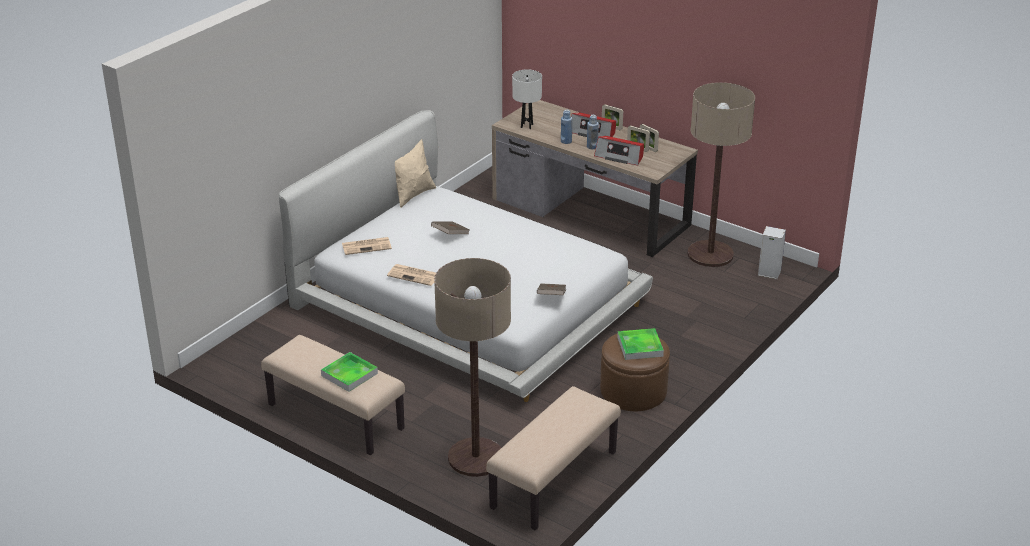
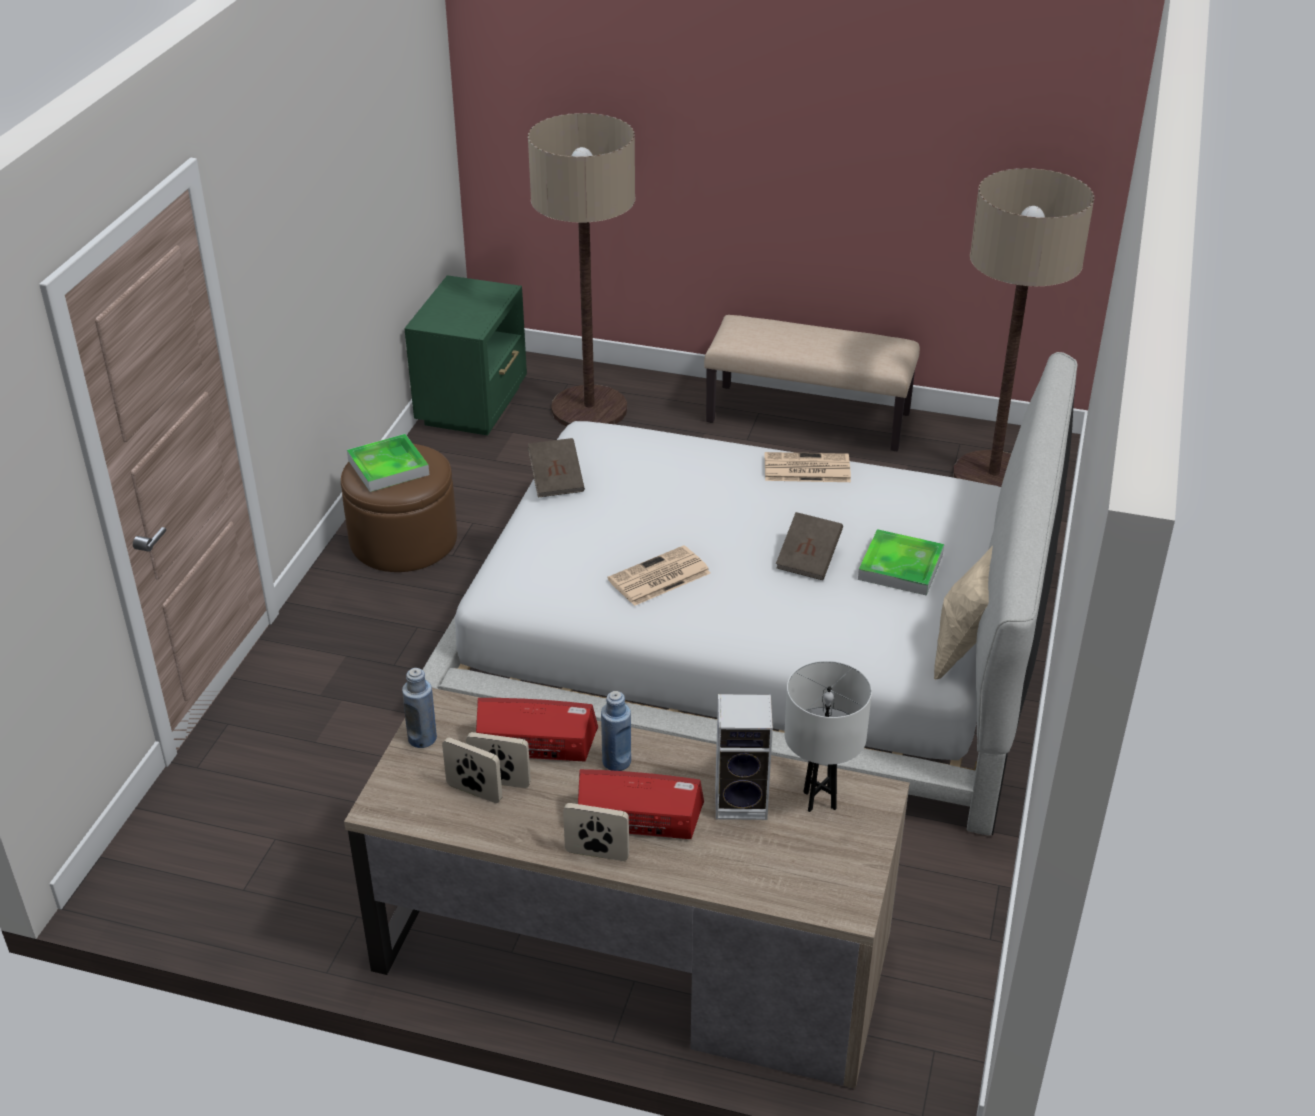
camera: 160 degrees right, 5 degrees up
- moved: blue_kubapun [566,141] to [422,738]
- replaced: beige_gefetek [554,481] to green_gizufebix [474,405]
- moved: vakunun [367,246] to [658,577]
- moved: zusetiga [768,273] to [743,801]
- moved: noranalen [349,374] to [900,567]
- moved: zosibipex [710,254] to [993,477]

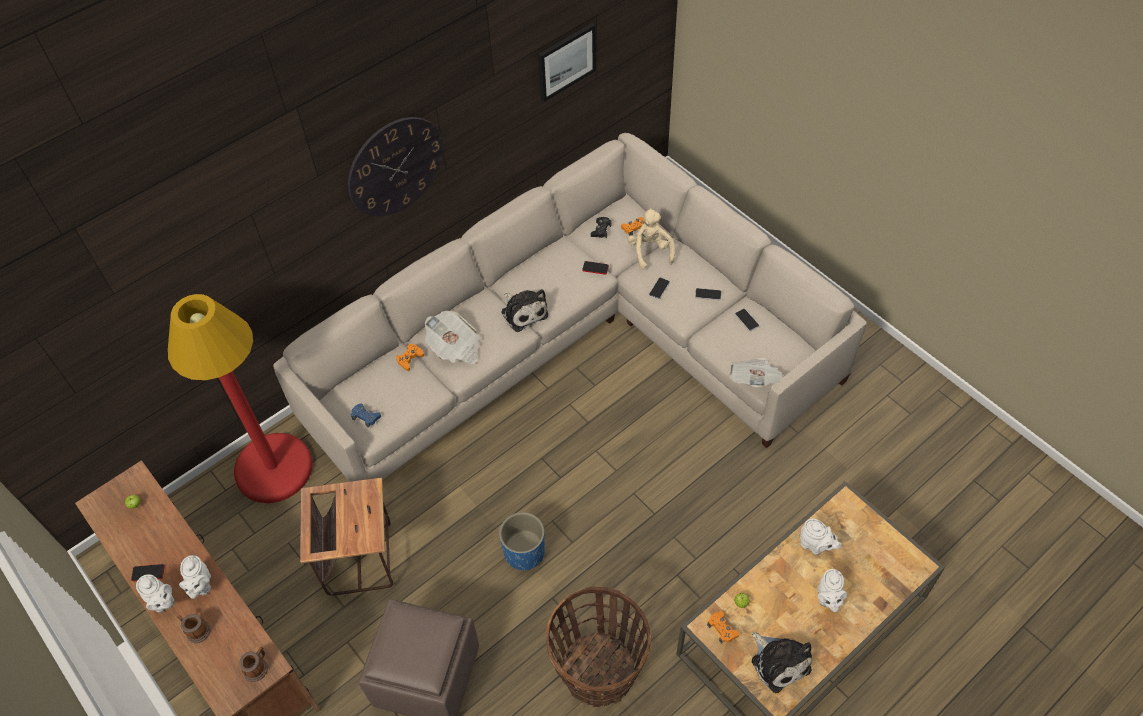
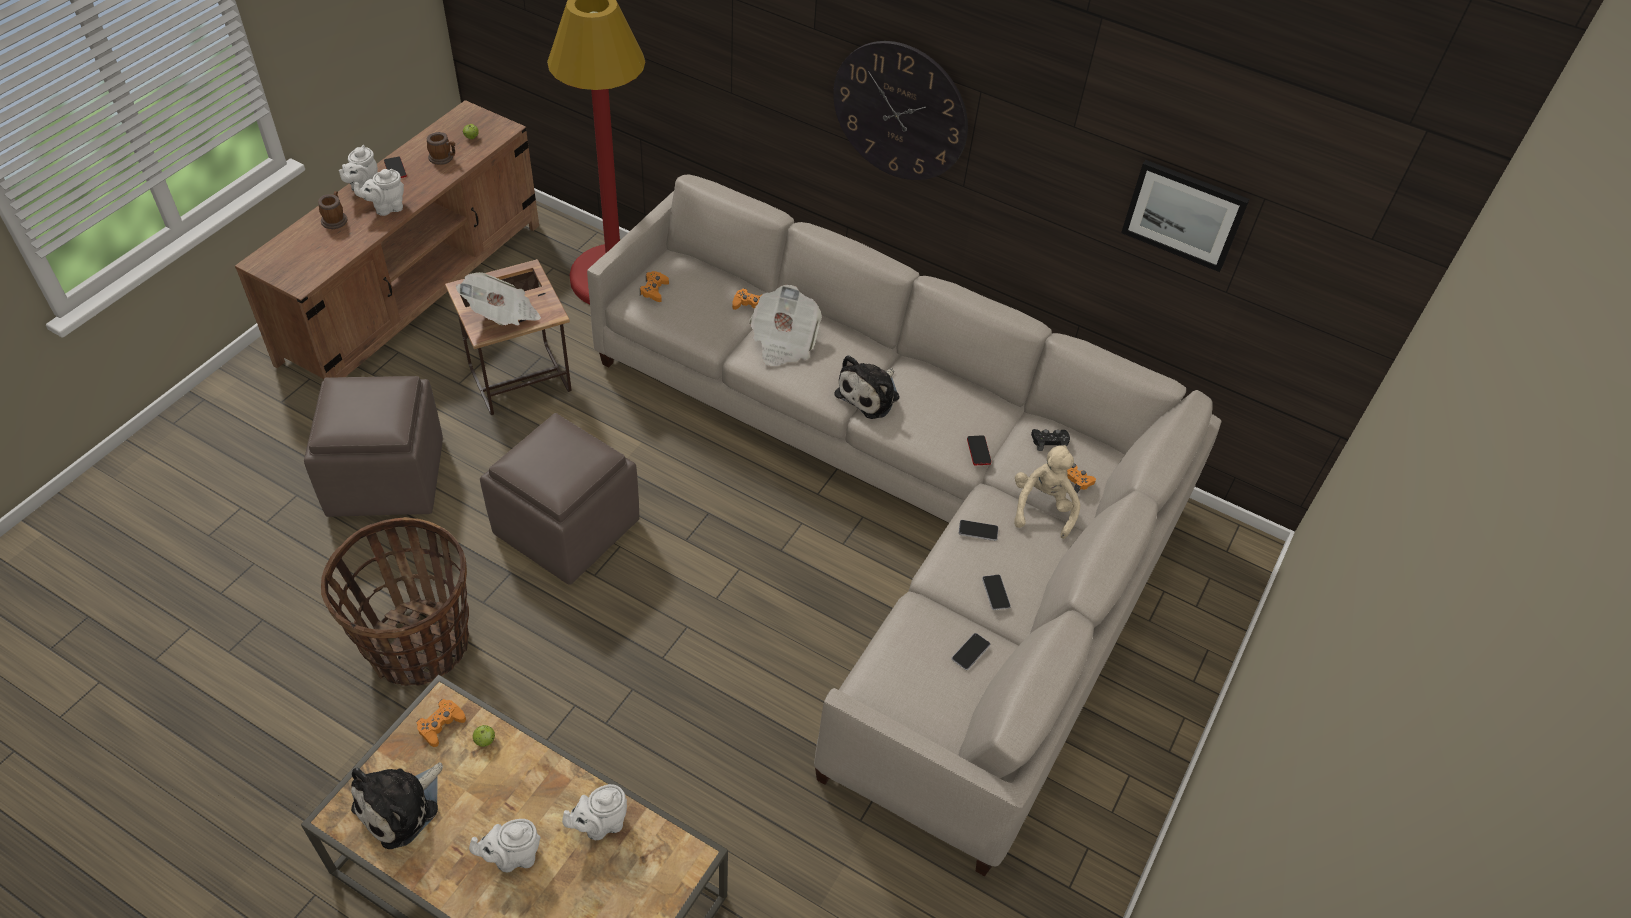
camera: 65 degrees right, 5 degrees down
- moved: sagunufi [257,667] to [443,158]
- moved: vakunun [754,380] to [502,315]
- replaced: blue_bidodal [524,552] to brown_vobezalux [567,529]
- turned: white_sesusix [815,545] = [600,824] 45 degrees clockwise
- recoloured: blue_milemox [366,417] to orange_milemox [654,290]
- turned: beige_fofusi [650,251] = [1042,507] 45 degrees counterclockwise

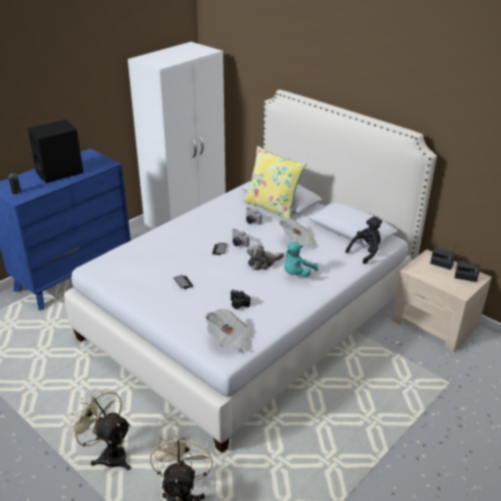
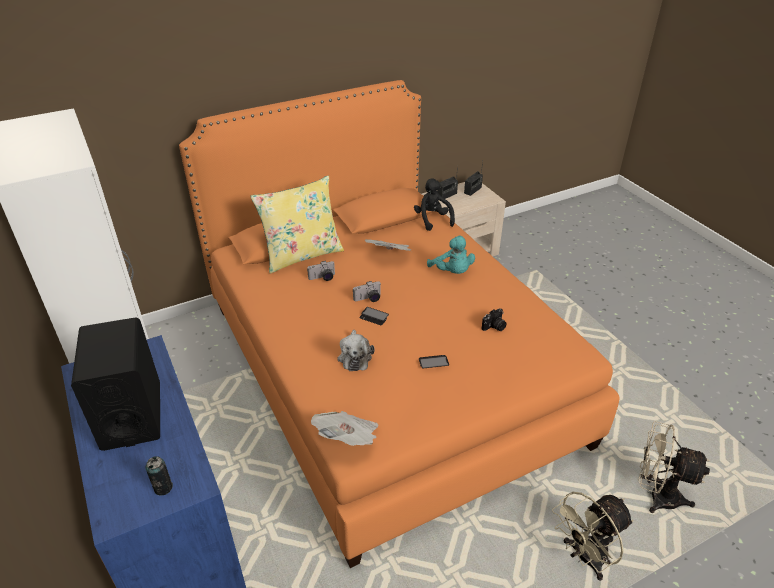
camera: 70 degrees left, 5 degrees up
- recoloured: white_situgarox [249,316] to orange_situgarox [386,371]
- moved: vakunun [230,341] to [348,439]
- moved: fofusi [262,263] to [355,356]

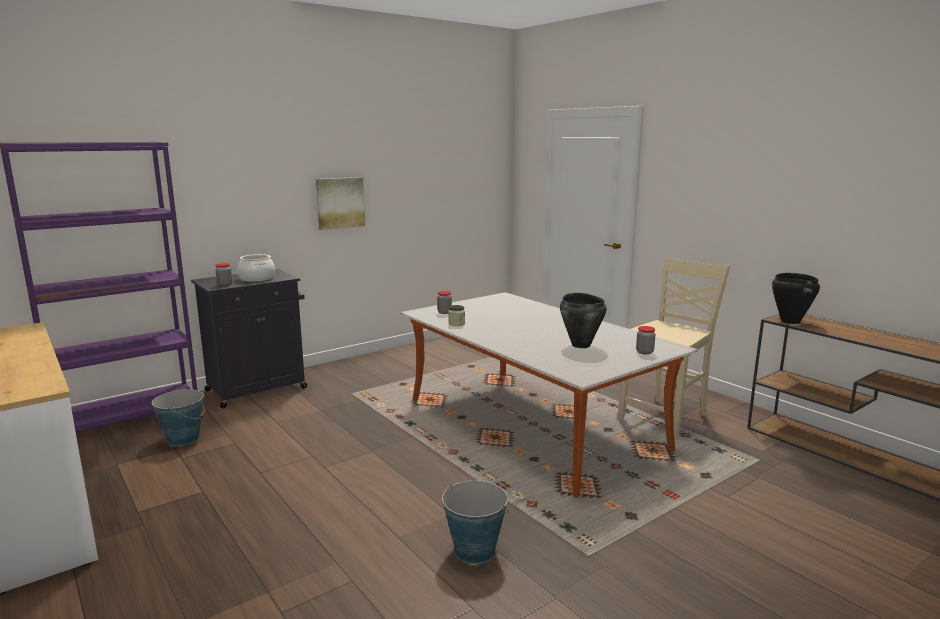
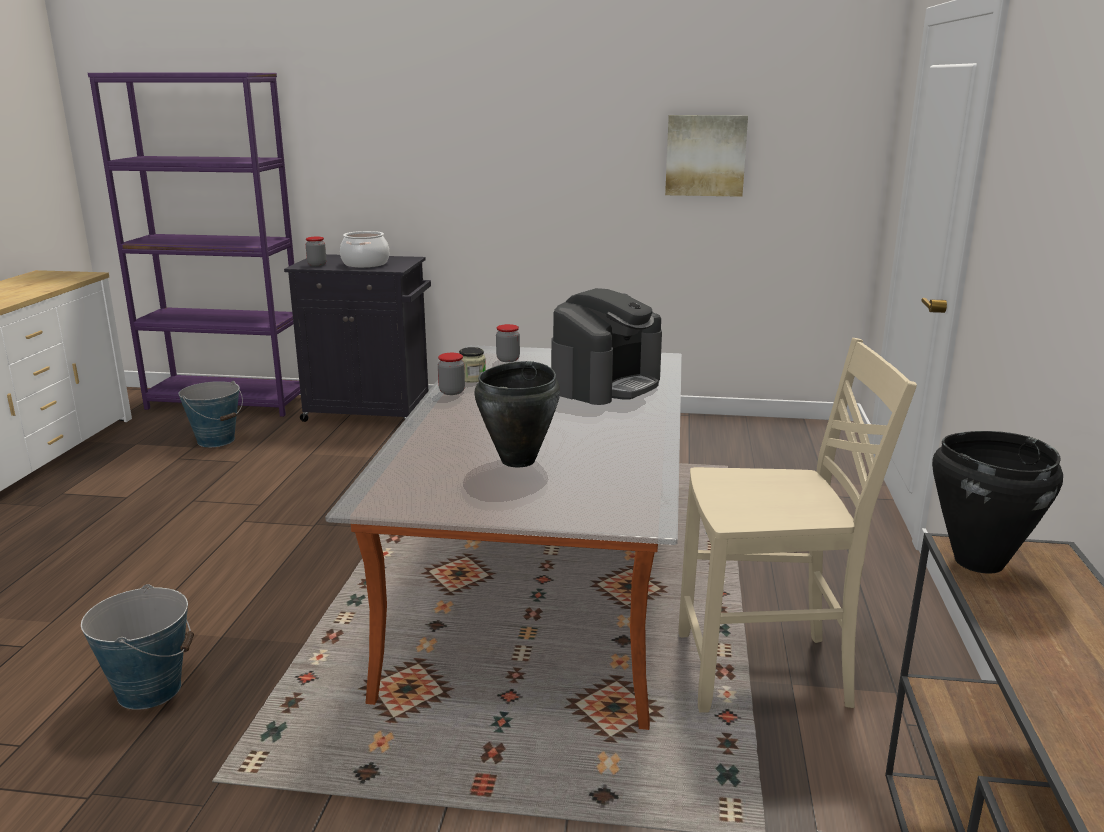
camera: 45 degrees right, 5 degrees up
- moved: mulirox [644,352] to [452,392]
- added: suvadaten [606,384]
- moved: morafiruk [340,203] to [705,155]

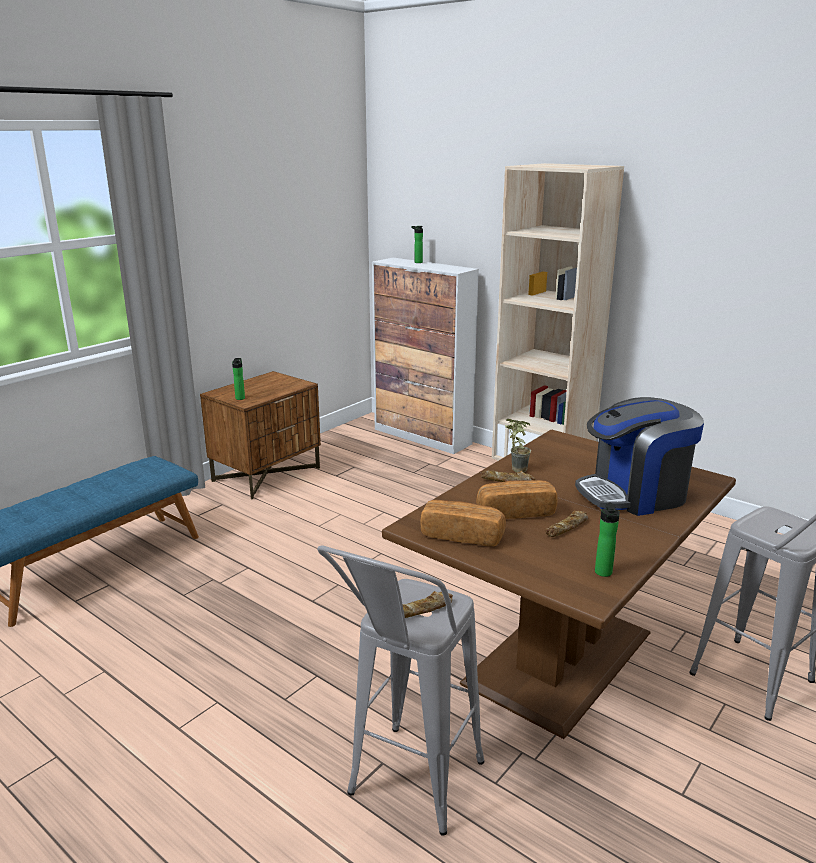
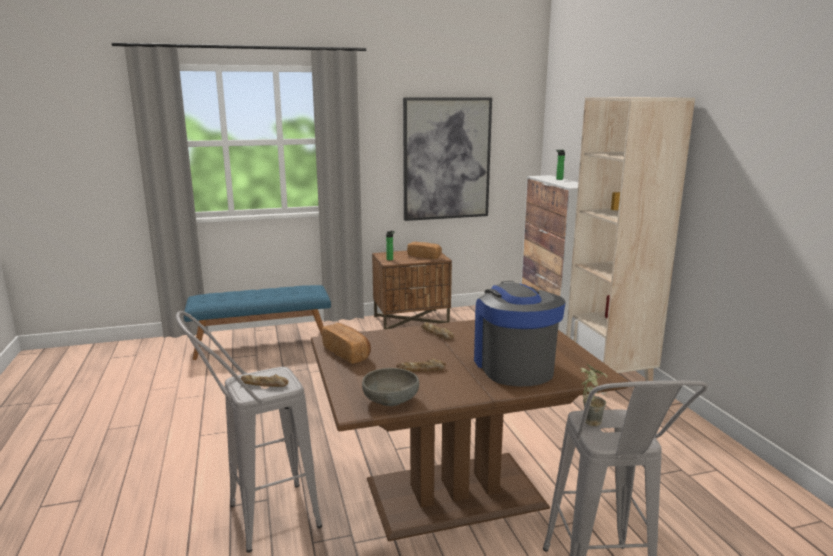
camera: 35 degrees right, 5 degrees down
- replaced: kubapun [603,574] to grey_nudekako [390,400]
- added: morafiruk [446,159]
- moved: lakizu [515,512] to [424,256]
- turned: suvadaten [634,494] = [513,366] 60 degrees clockwise
- moved: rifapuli [514,469] to [588,420]

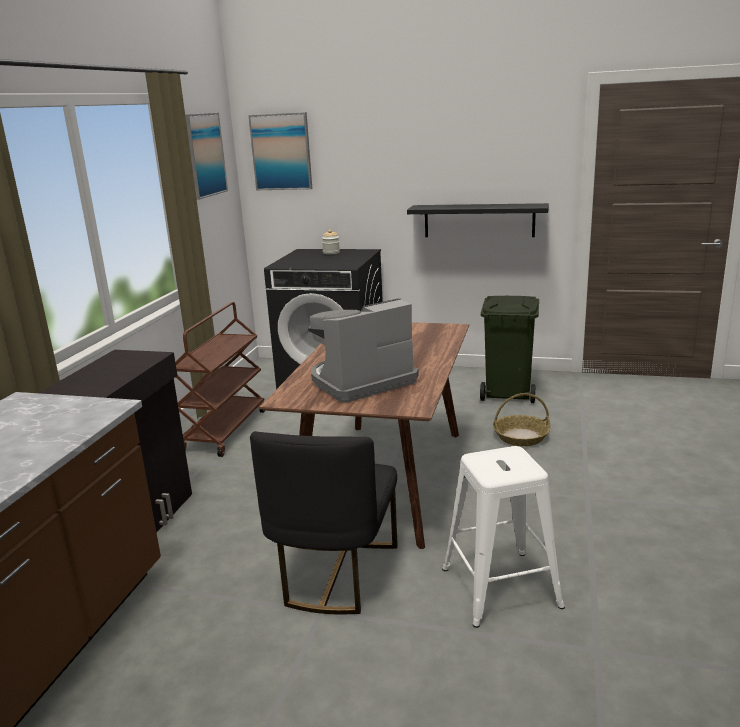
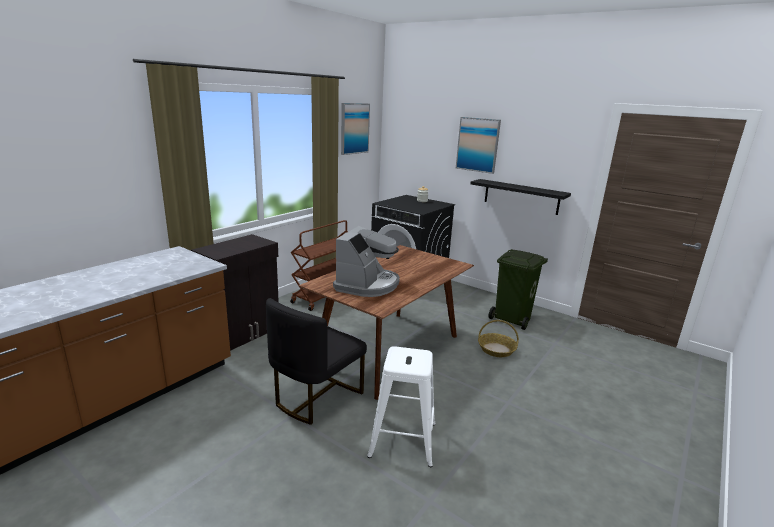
camera: 20 degrees right, 0 degrees up
- turned: suvadaten [360,381] = [367,285] 120 degrees clockwise
- moved: morafiruk [281,152] to [478,145]

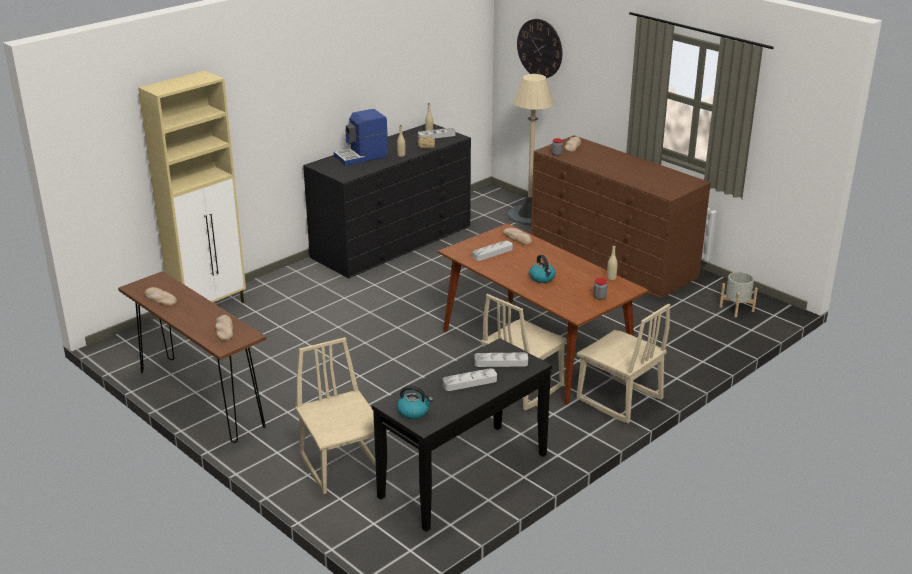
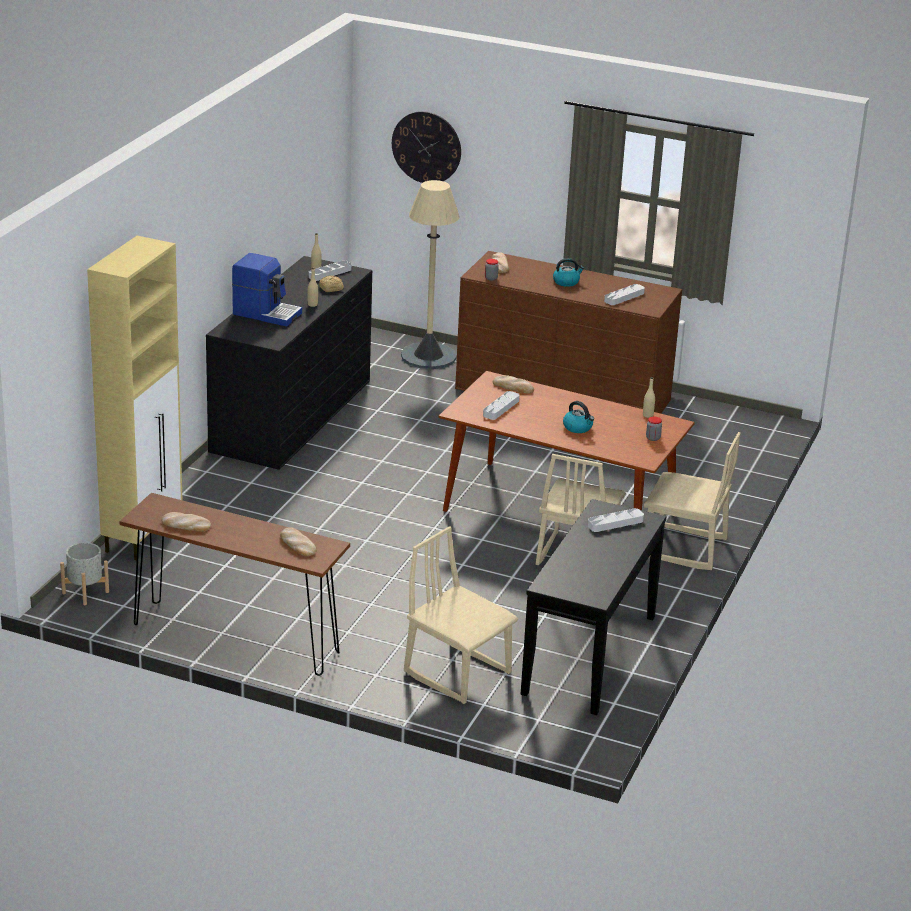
camera: 25 degrees left, 0 degrees up
- moved: grey_bidodal [737,309] to [85,592]
- turned: suvadaten [362,156] = [267,313] 105 degrees counterclockwise
- moved: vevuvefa [414,412] to [566,282]
- moved: grey_noranalen [469,382] to [624,297]

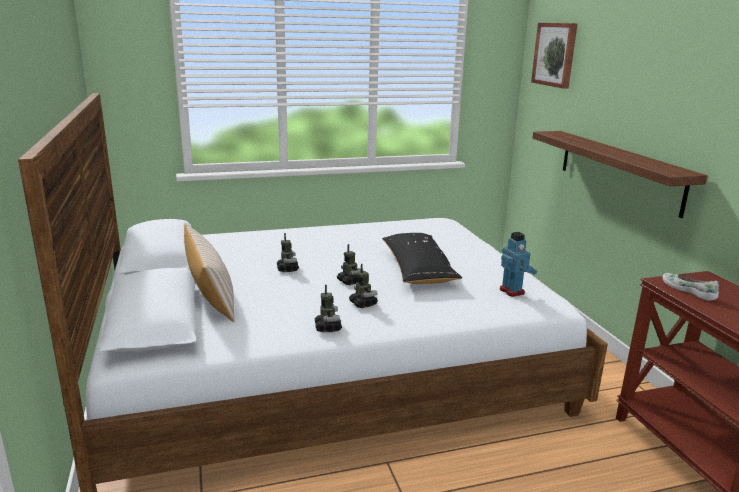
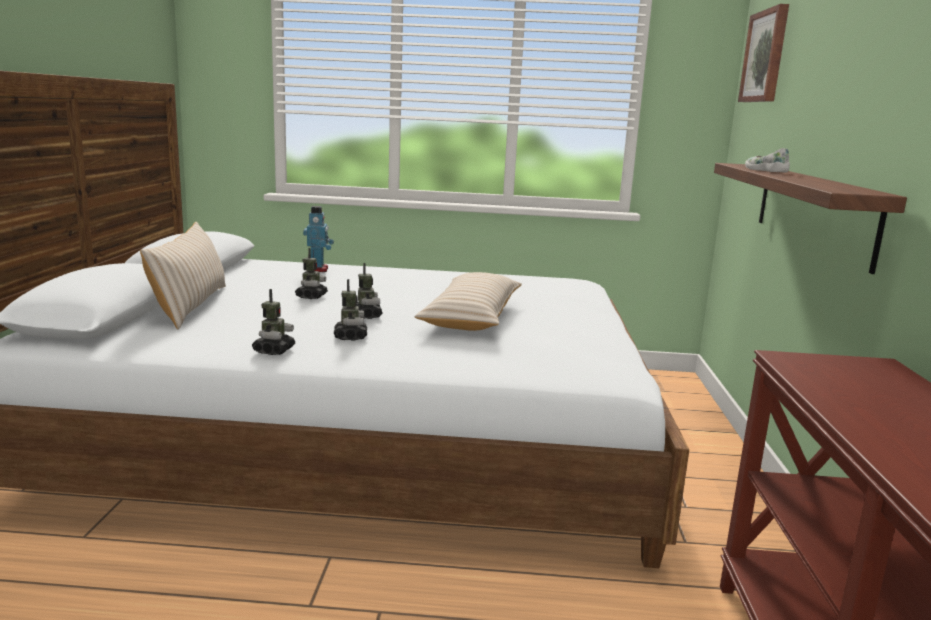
camera: 20 degrees right, 5 degrees down
- moved: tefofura [512,291] to [318,269]
- recoloured: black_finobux [418,269] to beige_finobux [472,317]
- moved: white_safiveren [688,290] to [766,170]

